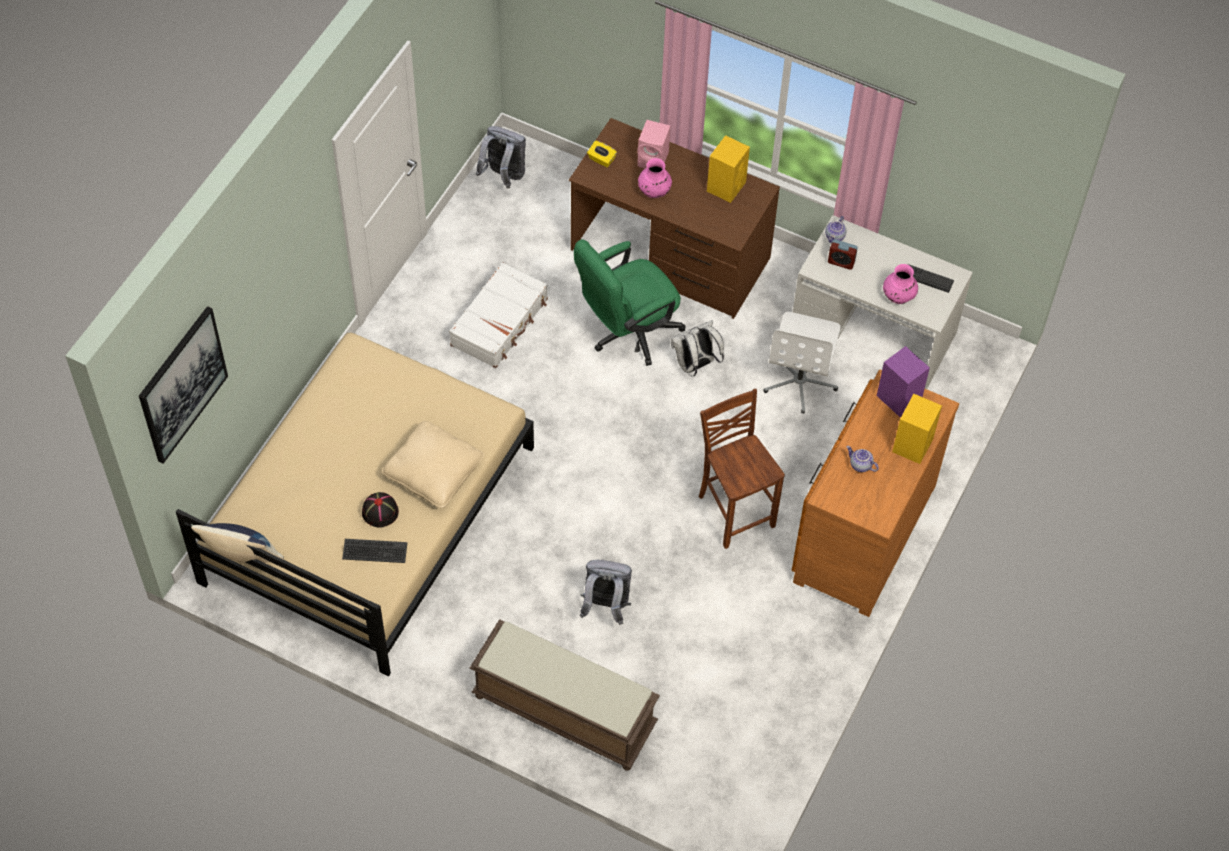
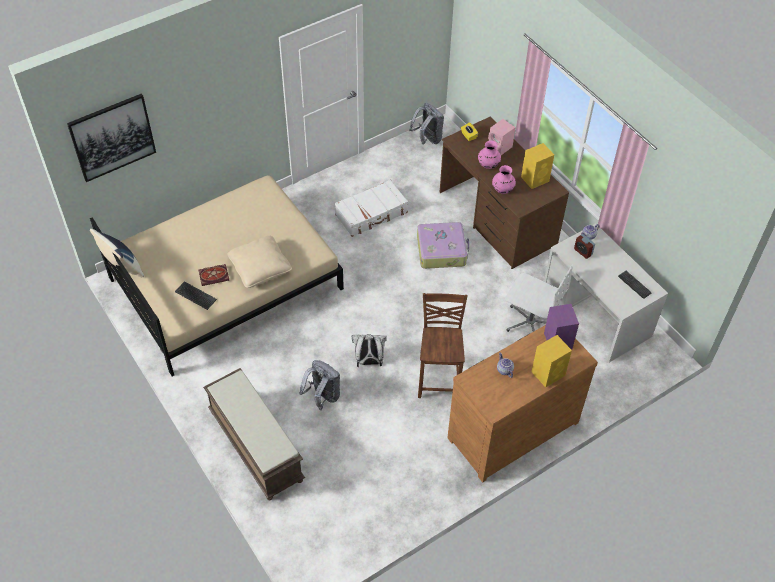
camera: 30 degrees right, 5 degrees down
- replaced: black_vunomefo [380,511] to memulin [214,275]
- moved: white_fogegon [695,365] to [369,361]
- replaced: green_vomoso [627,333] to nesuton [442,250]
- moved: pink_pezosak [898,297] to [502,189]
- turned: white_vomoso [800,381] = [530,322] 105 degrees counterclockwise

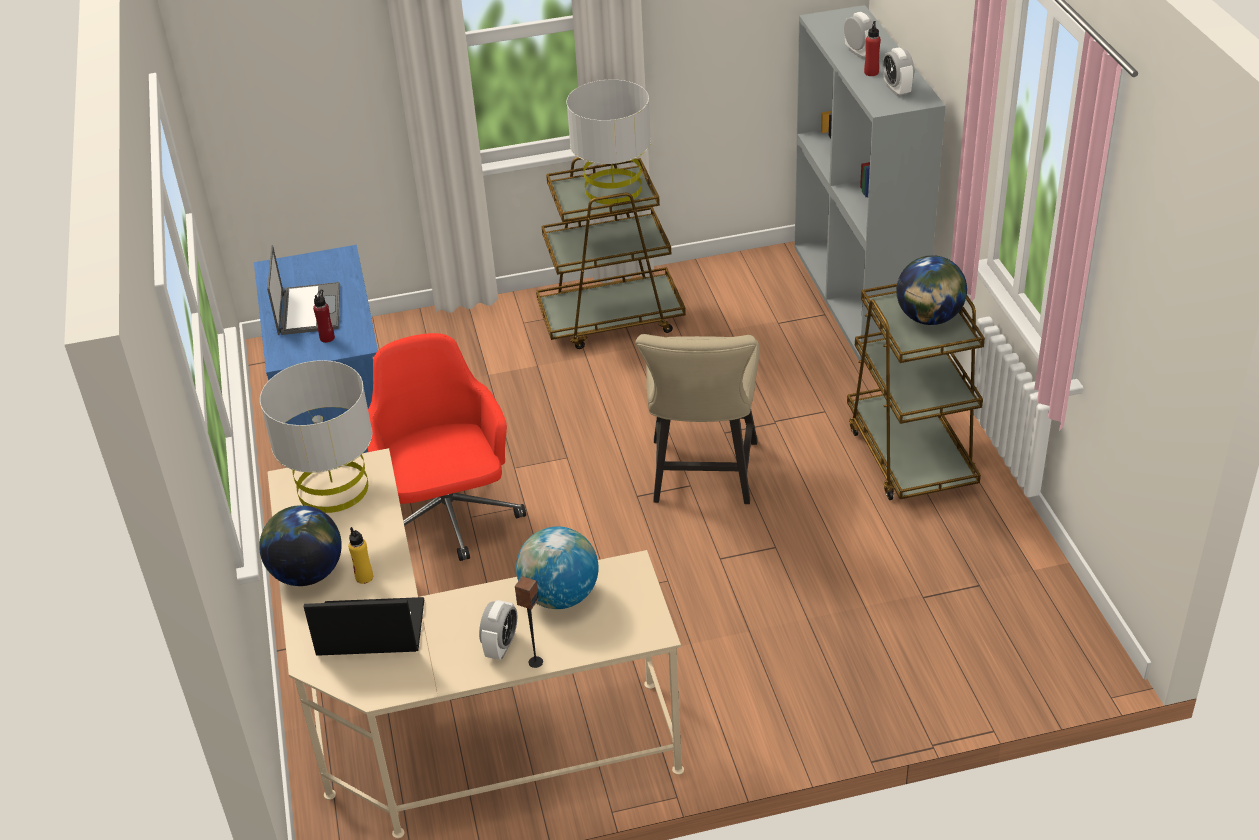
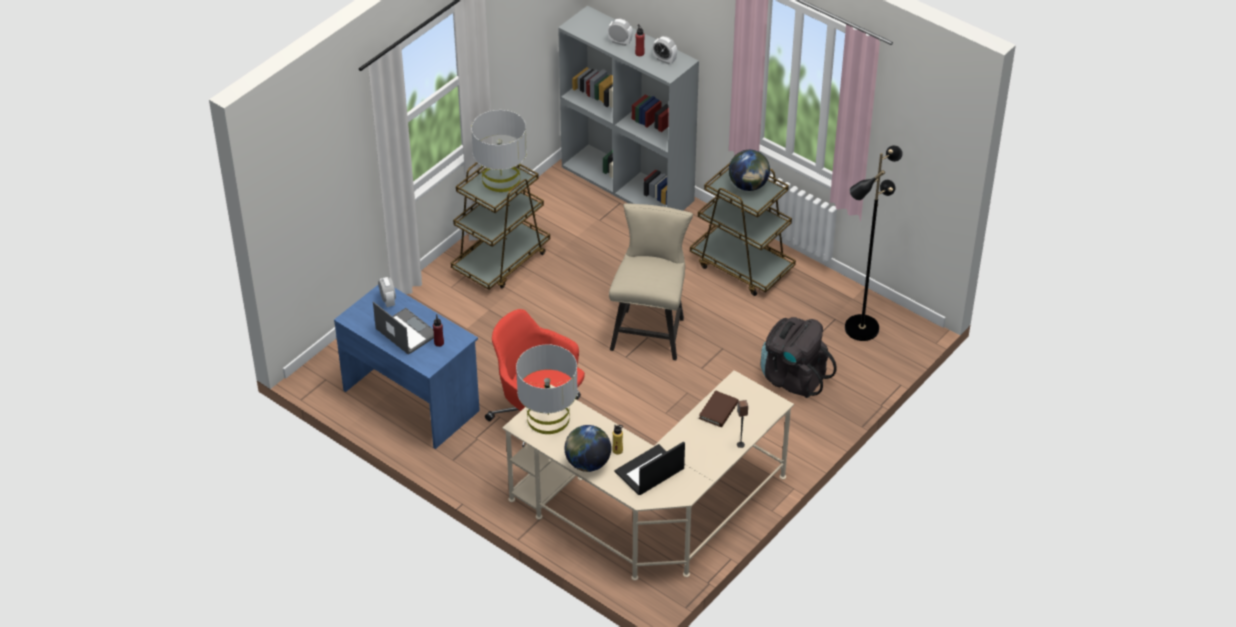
camera: 40 degrees left, 5 degrees up
- moved: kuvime [501,646] to [388,301]
- turned: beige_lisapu [703,478] = [650,330] 135 degrees counterclockwise
- replaced: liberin [560,596] to brown_memulin [718,411]
- added: black_fogegon [793,377]
- added: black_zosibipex [861,328]

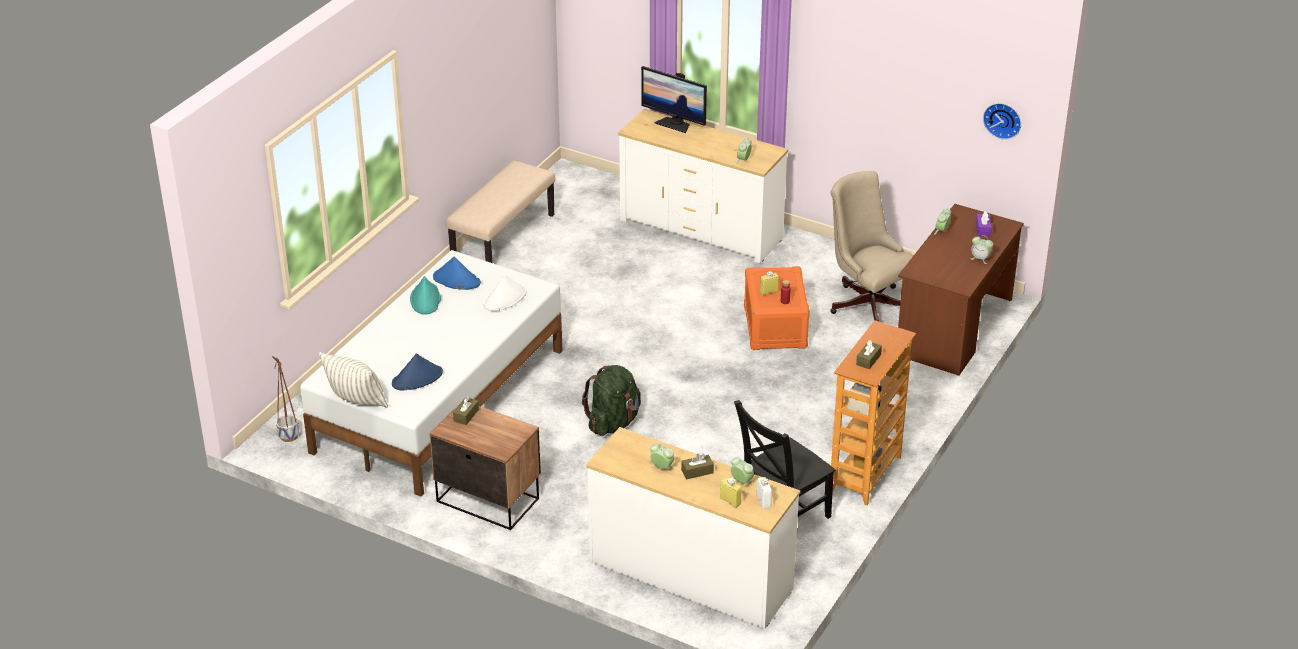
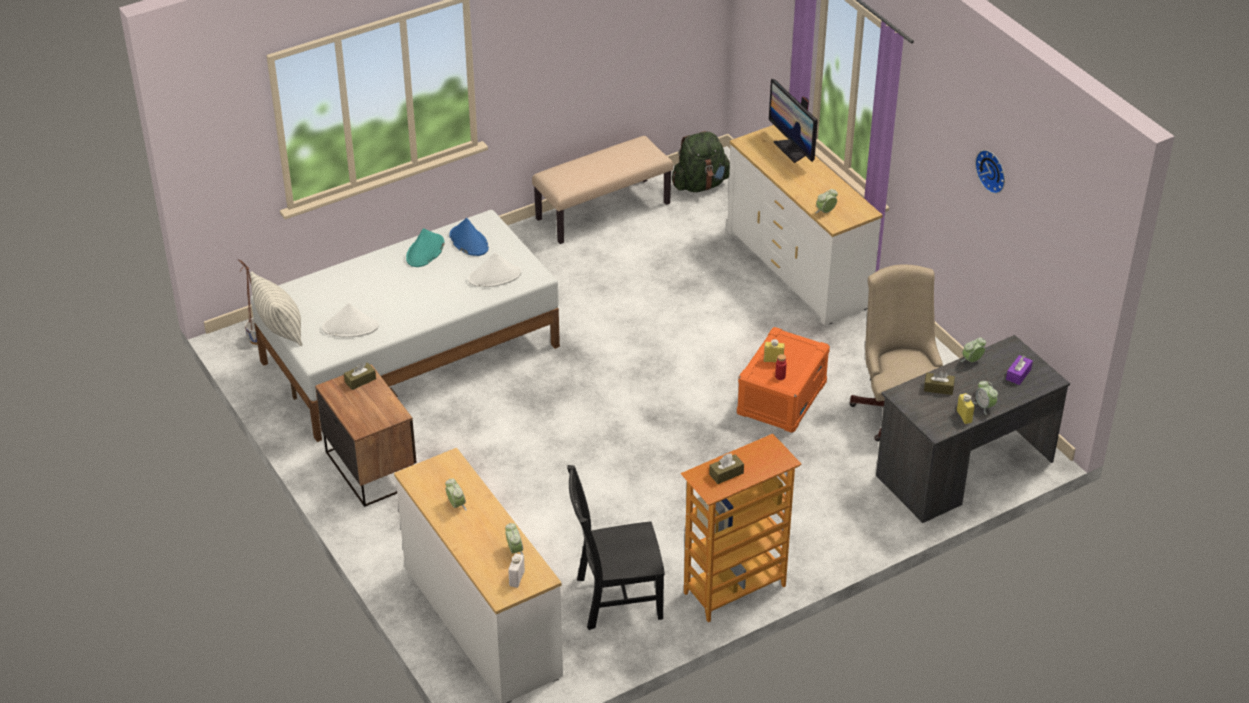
camera: 30 degrees right, 5 degrees up
- recoloured: blue_vunomefo [417,378] to white_vunomefo [350,327]
- moved: green_fogegon [613,423] to [700,184]
- recoloured: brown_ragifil [954,328] to grey_ragifil [964,469]
- moved: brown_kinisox [697,471] to [938,388]
- moved: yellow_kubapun [730,501] to [964,416]
- moved: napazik [1003,119] to [993,170]

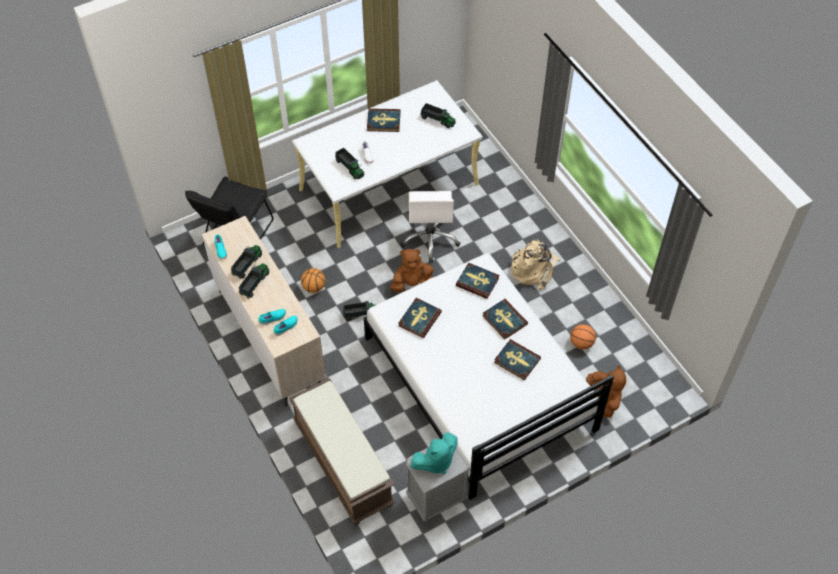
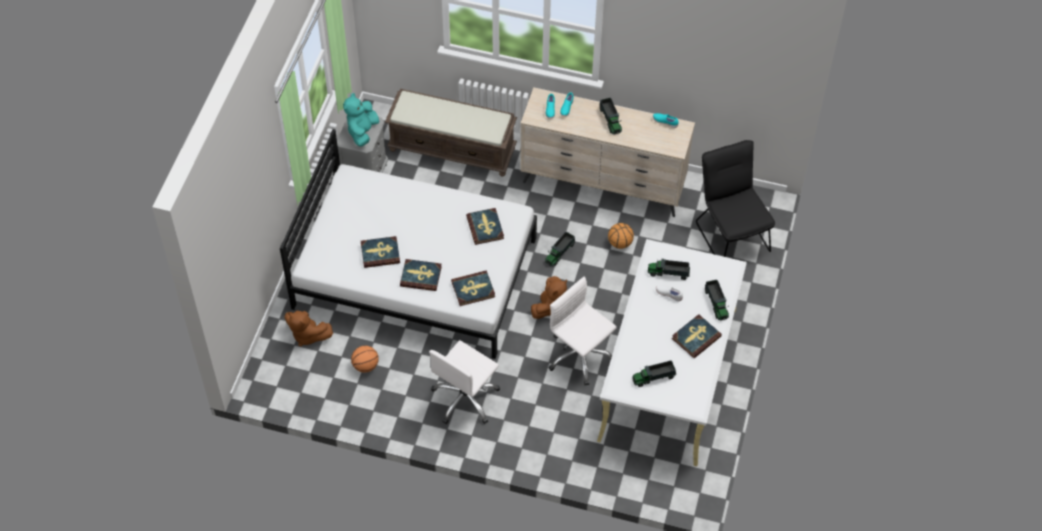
camera: 135 degrees right, 0 degrees up
- replaced: beige_fogegon [534,270] to white_vomoso [465,398]
- moved: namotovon [247,264] to [716,303]

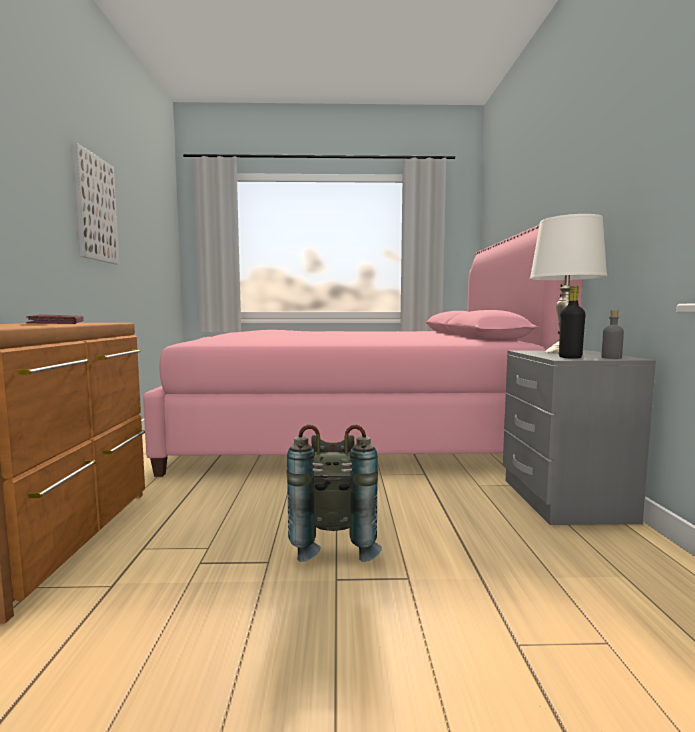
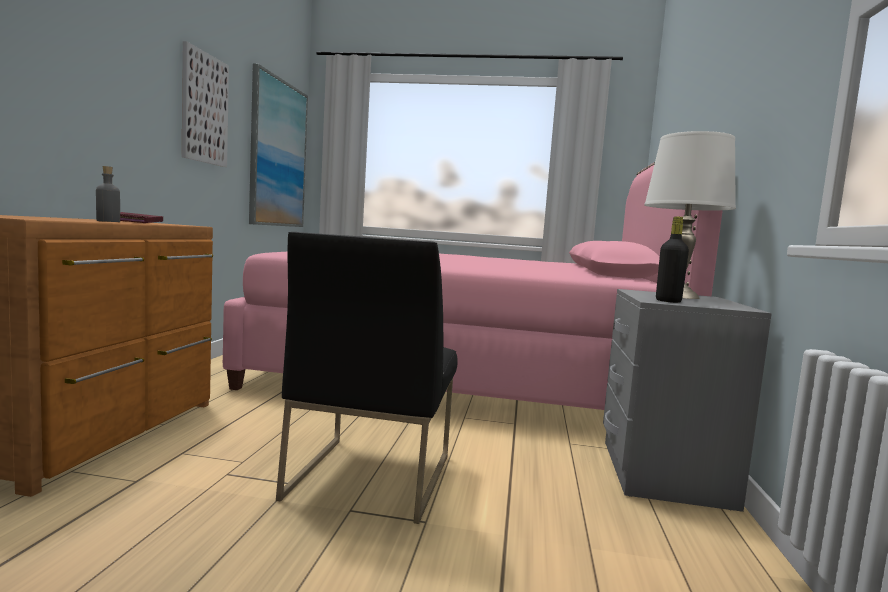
camera: 10 degrees right, 0 degrees up
- moved: grey_kubapun [611,358] to [108,221]
- added: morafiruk [278,154]
- replaced: grey_fogegon [333,542] to black_lisapu [369,475]

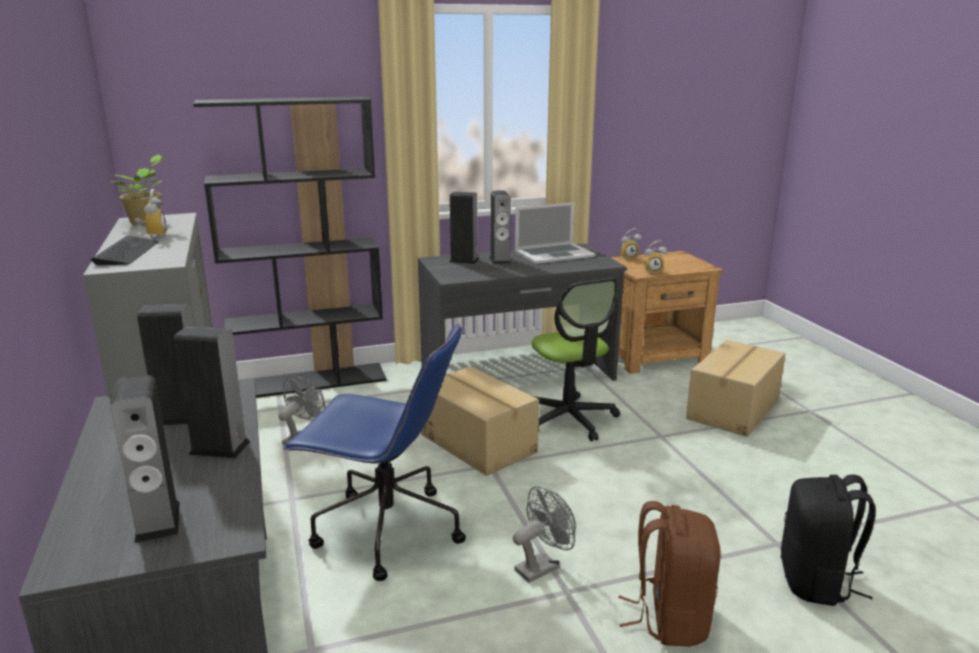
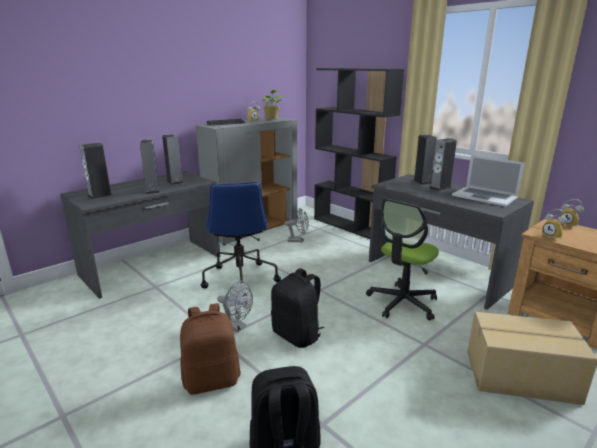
camera: 65 degrees right, 0 degrees up
- added: black_fogegon [297,335]
- removed: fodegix [479,442]

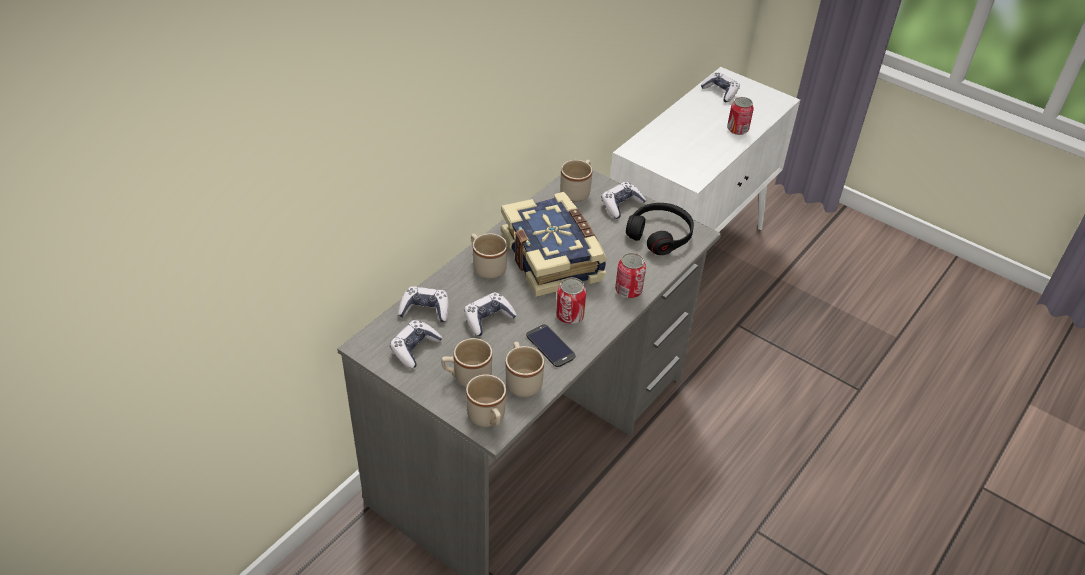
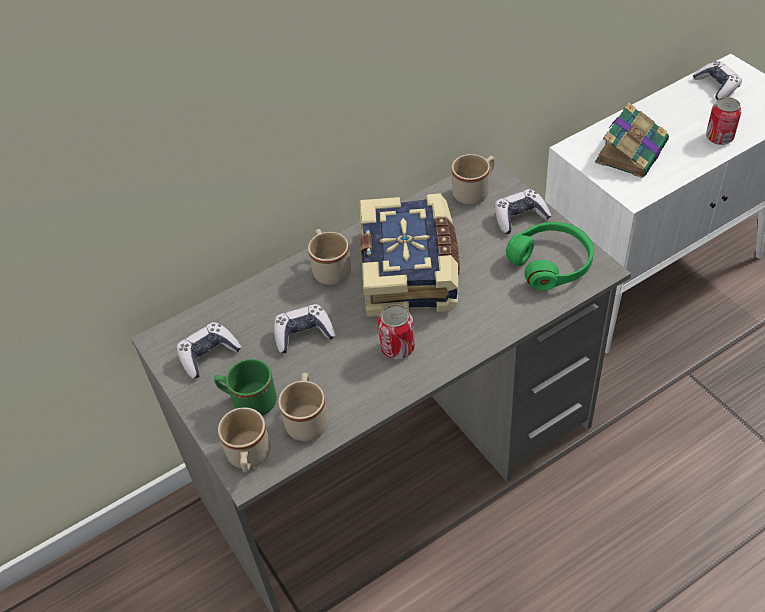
camera: 25 degrees right, 5 degrees up
- recoloured: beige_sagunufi [467,377] to green_sagunufi [249,401]
- recoloured: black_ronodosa [660,235] to green_ronodosa [551,263]
- added: memulin [632,151]
- removed: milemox [425,310]
- removed: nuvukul [550,346]
- removed: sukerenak [628,290]

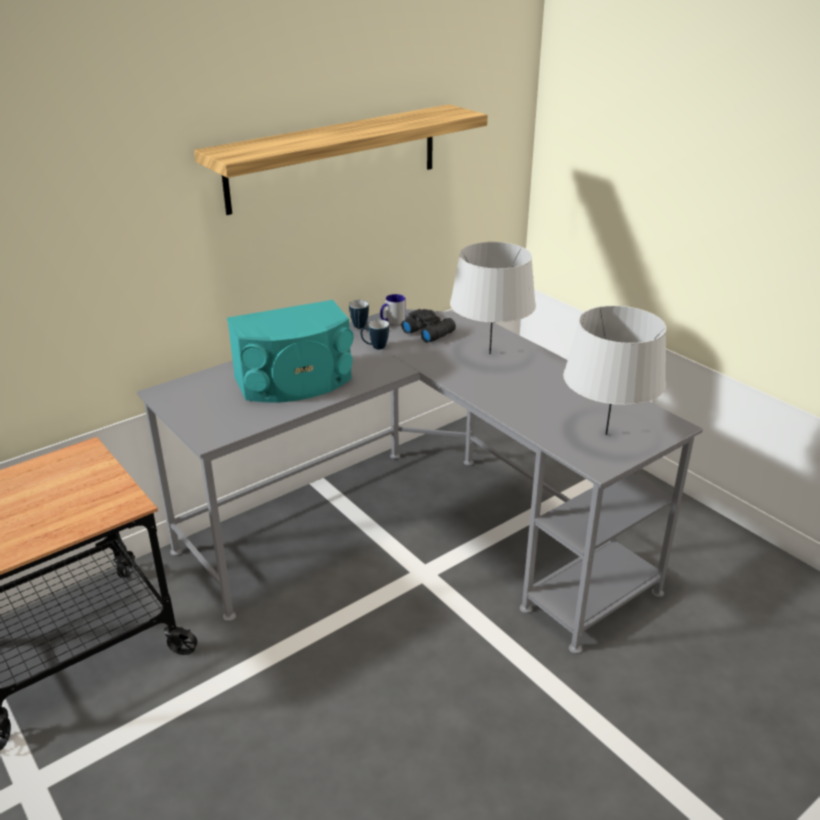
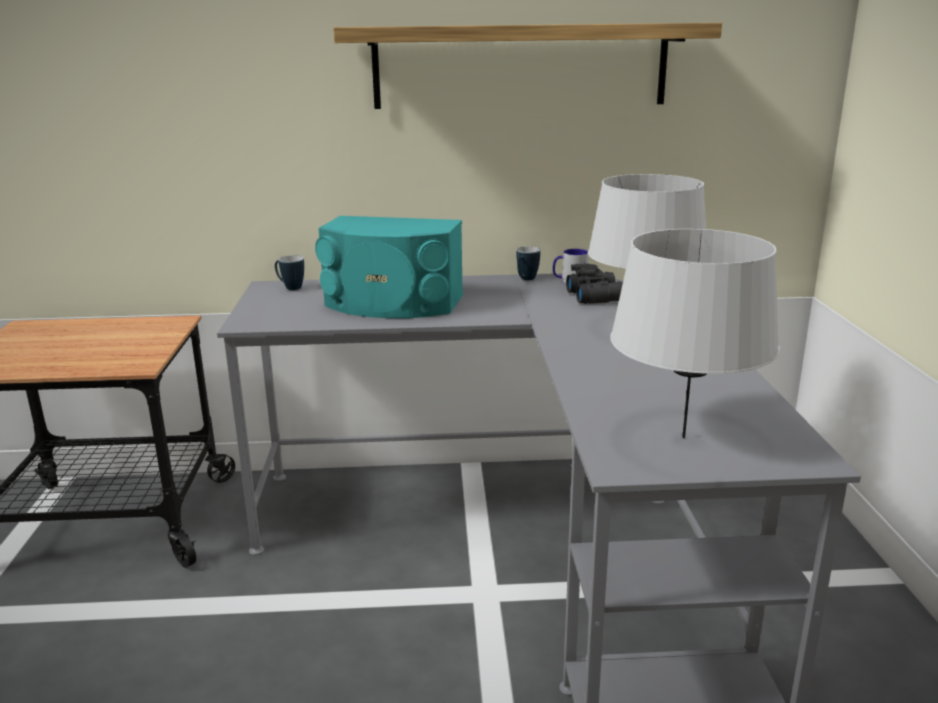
camera: 35 degrees right, 10 degrees down
- moved: sagunufi [375,347] to [290,287]

